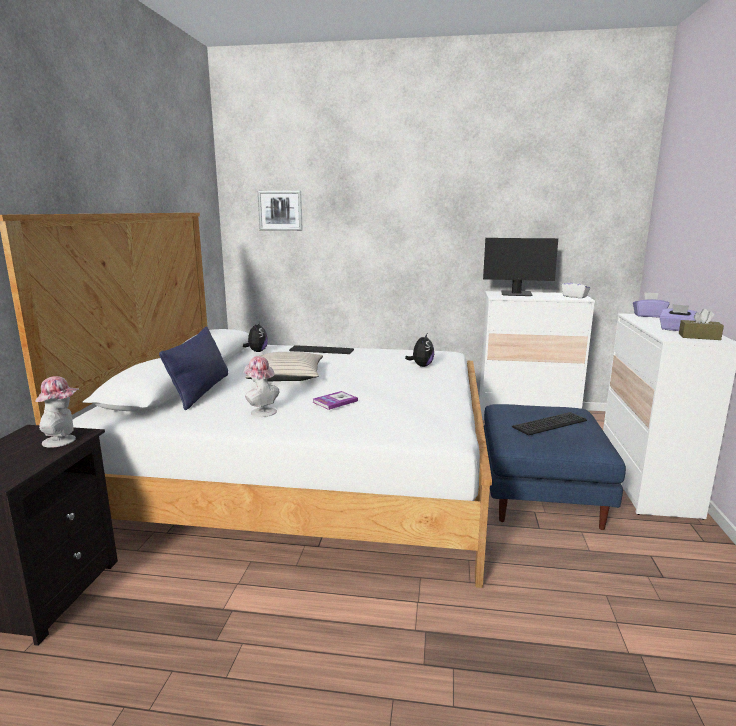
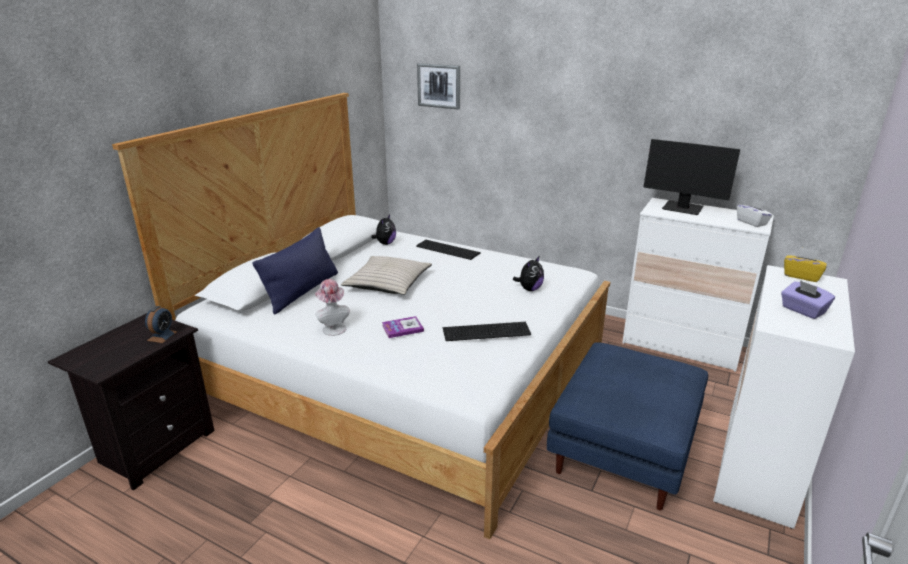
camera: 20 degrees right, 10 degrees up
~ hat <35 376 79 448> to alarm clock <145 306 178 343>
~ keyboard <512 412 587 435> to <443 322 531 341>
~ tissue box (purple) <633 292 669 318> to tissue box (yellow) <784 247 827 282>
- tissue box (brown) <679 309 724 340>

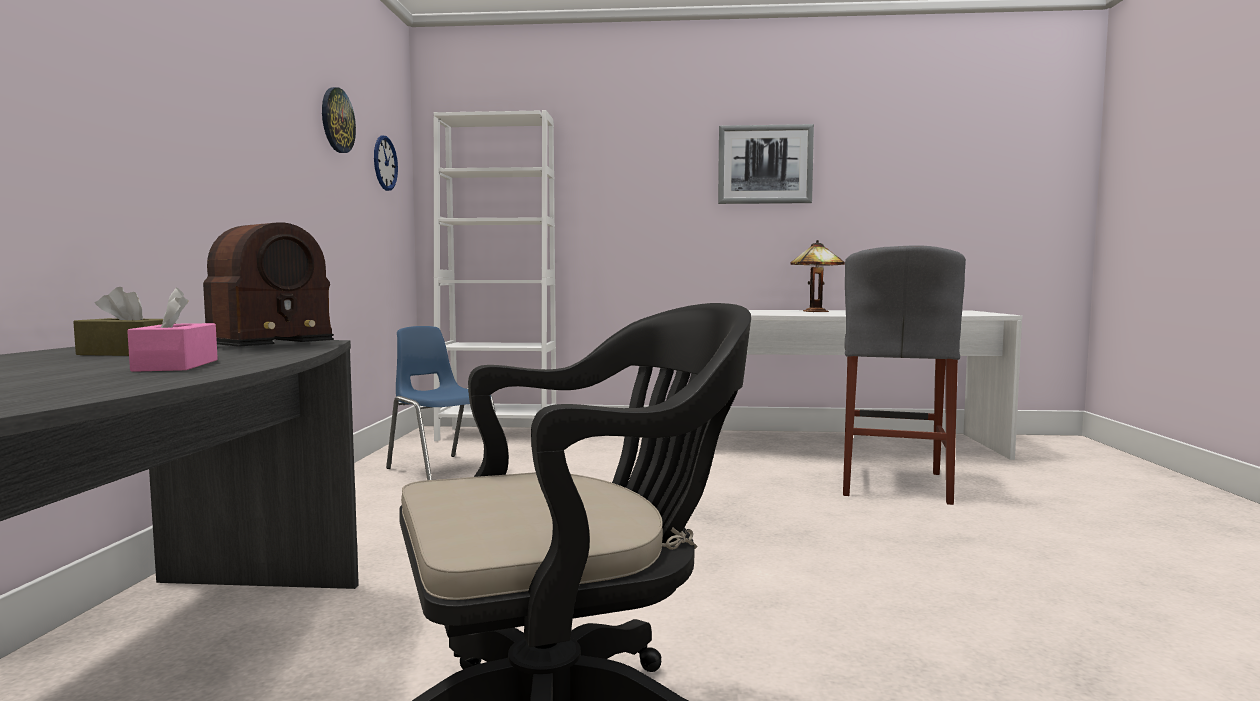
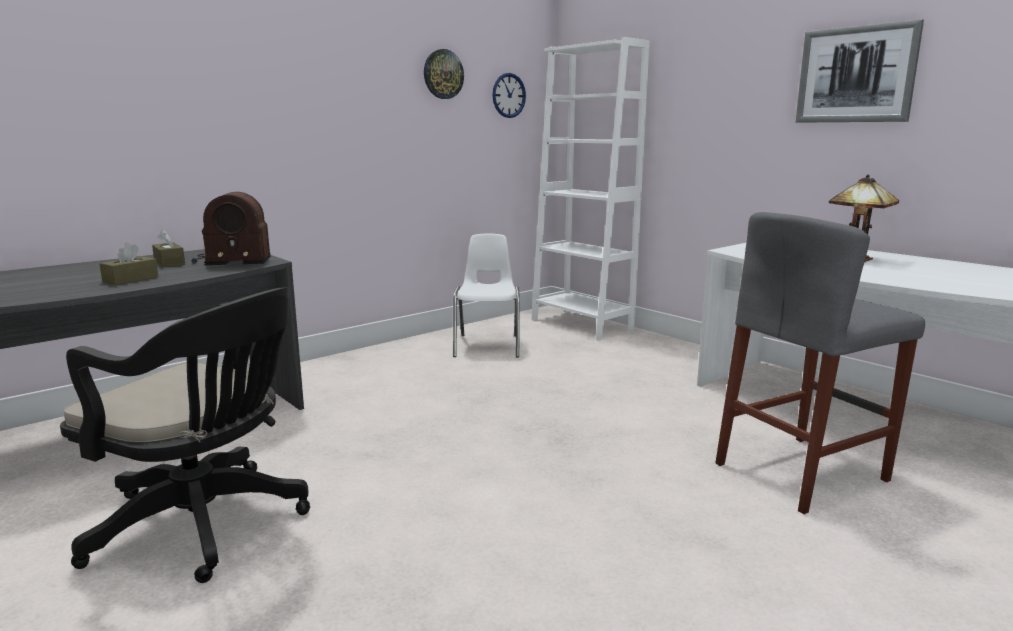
camera: 45 degrees right, 10 degrees up
~ tissue box (pink) <127 288 218 372> to tissue box (brown) <100 242 158 285>
~ chair (blue) <386 326 496 480> to chair (white) <453 234 520 358>

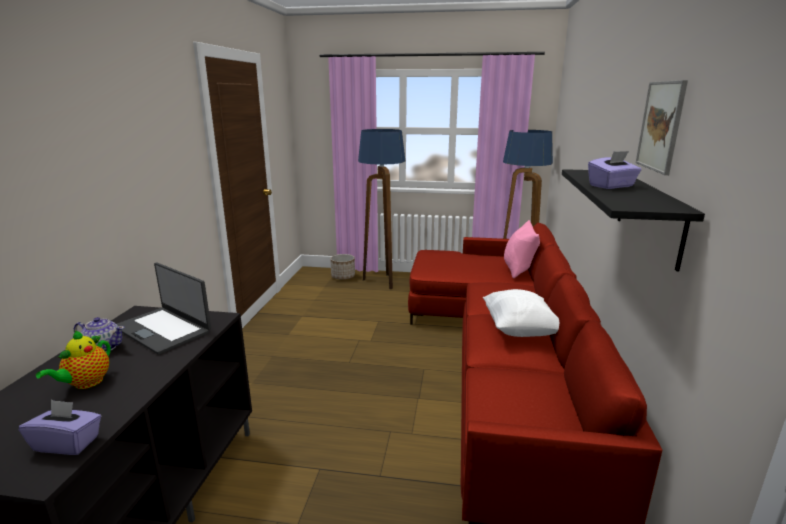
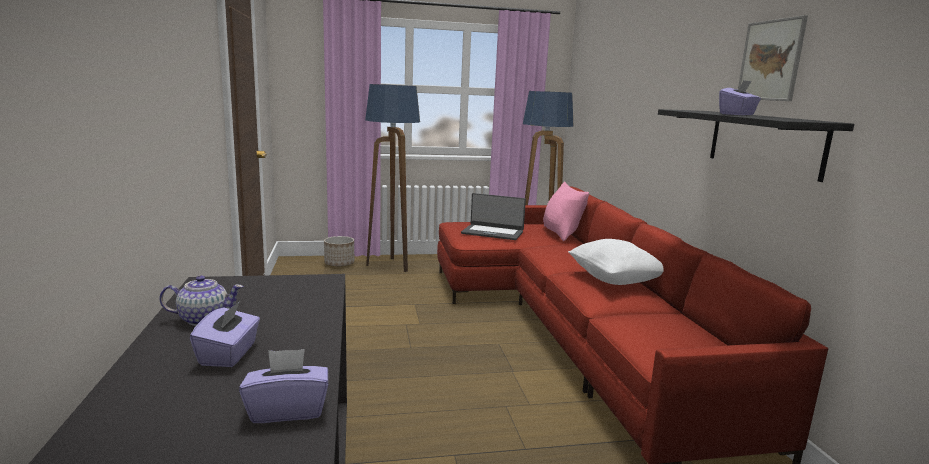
camera: 20 degrees left, 5 degrees down
~ teapot <36 331 111 389> to tissue box (purple) <190 301 260 367>
~ laptop <117 263 211 355> to <461 193 526 240>

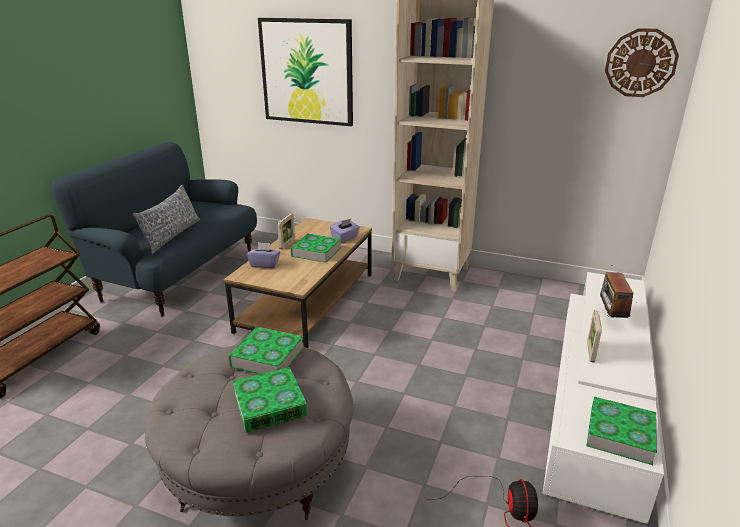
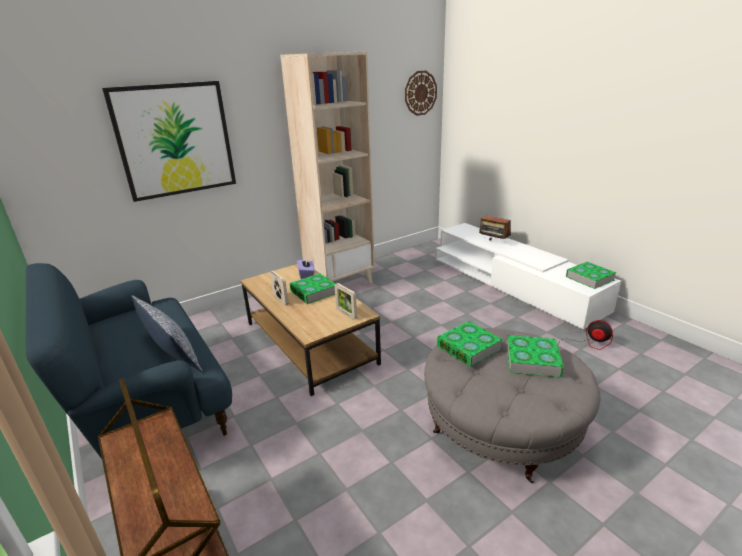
camera: 55 degrees left, 0 degrees up
- tissue box (purple) <247 242 280 268>
~ picture frame <587 311 602 363> to <335 283 357 320>

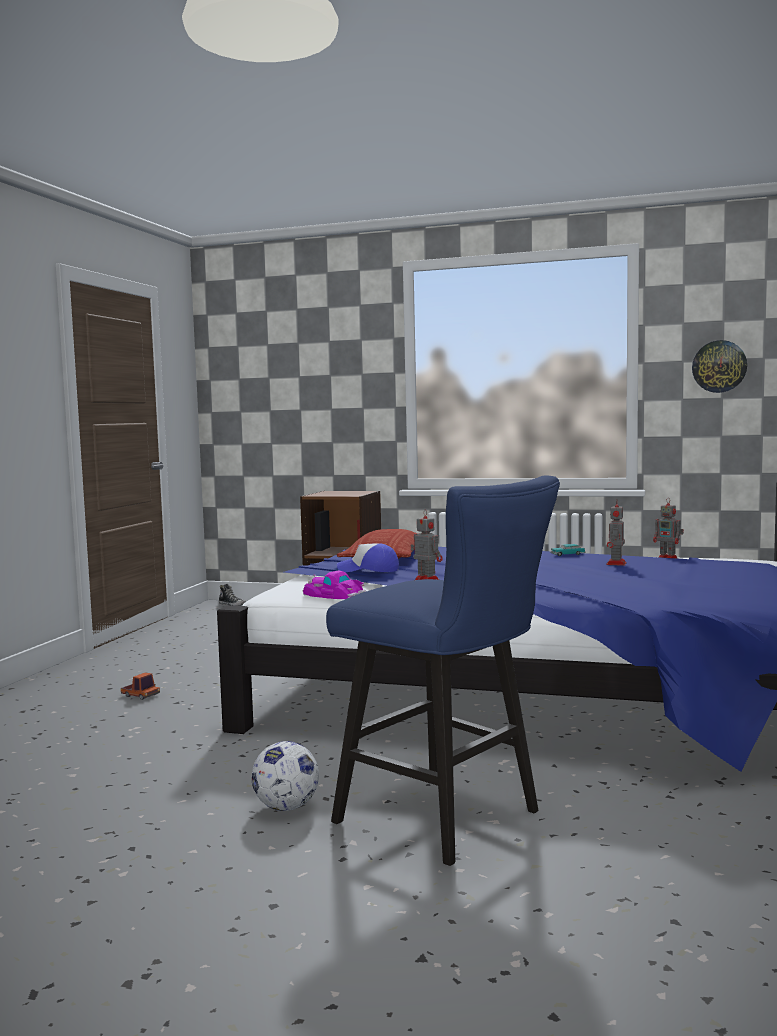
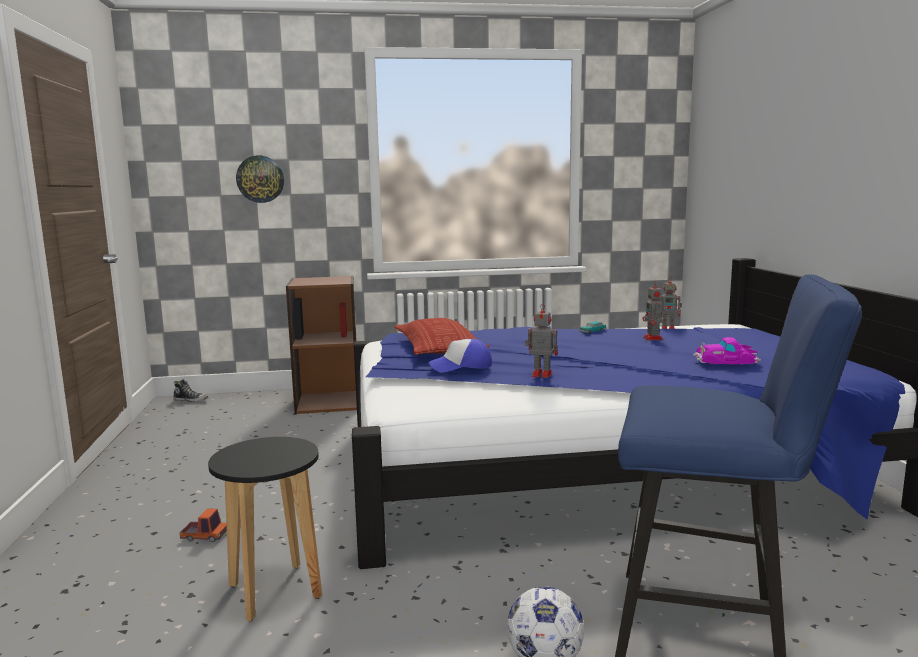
camera: 25 degrees left, 5 degrees up
~ toy car <302 570 366 599> to <693 337 761 364>
~ wall clock <692 340 747 393> to <236 155 284 203>
+ stool (black) <208 437 322 621>

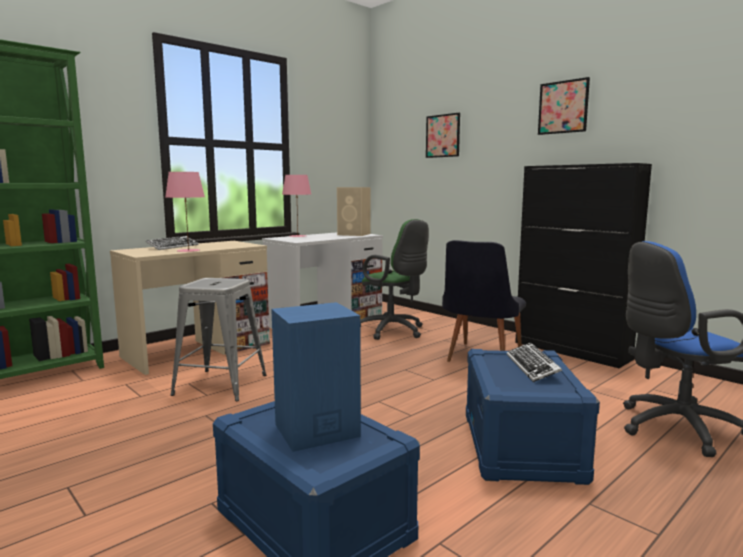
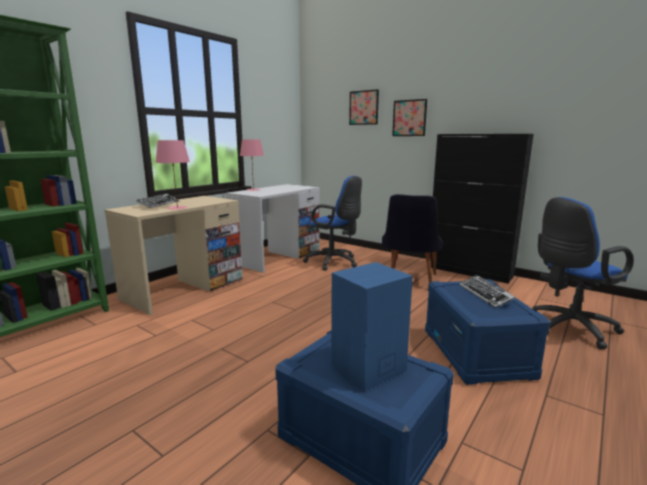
camera: 10 degrees left, 5 degrees up
- stool (grey) <171 278 266 401>
- speaker (beige) <337 187 371 236>
~ office chair (green) <360 219 429 340> to office chair (blue) <303 176 362 271>
~ picture <538 77 590 135> to <392 99 427 136>

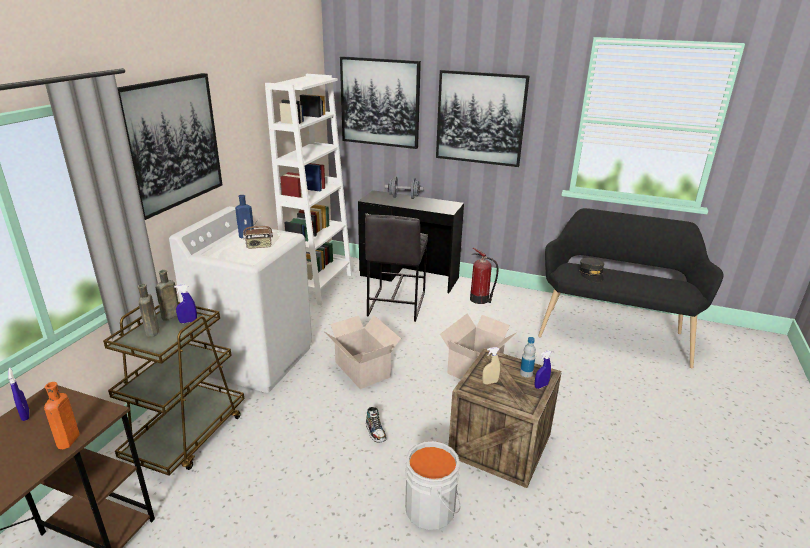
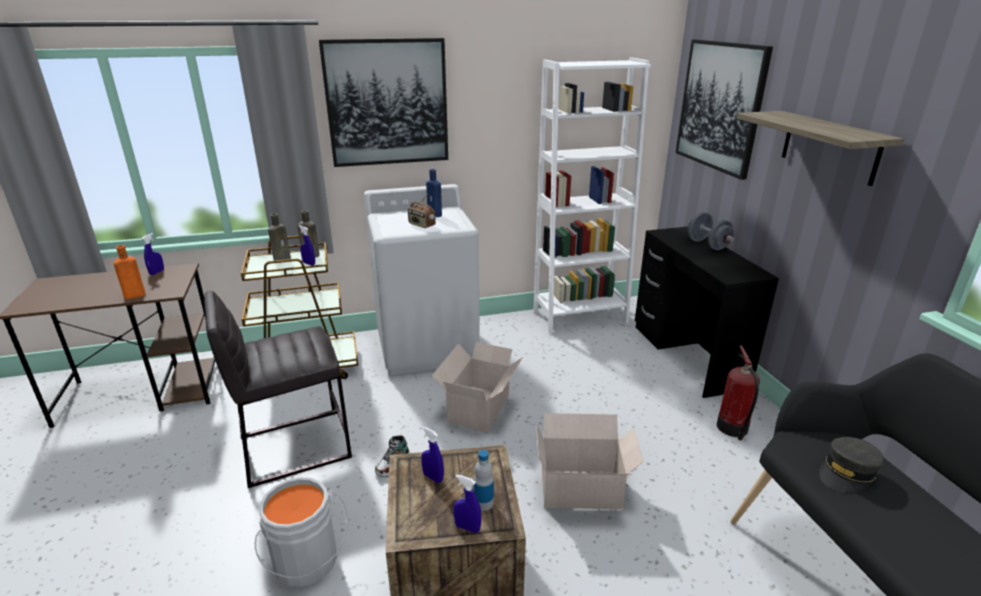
camera: 55 degrees right, 0 degrees up
~ stool (grey) <365 215 428 322> to <204 291 352 488>
~ picture <436 70 530 167> to shelf <737 111 904 186>
~ spray bottle (beige) <482 347 500 384> to spray bottle (blue) <421 426 444 483>

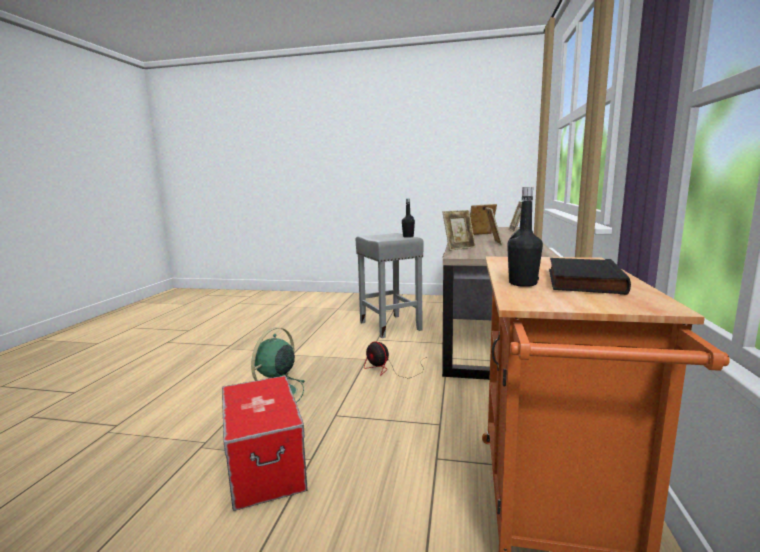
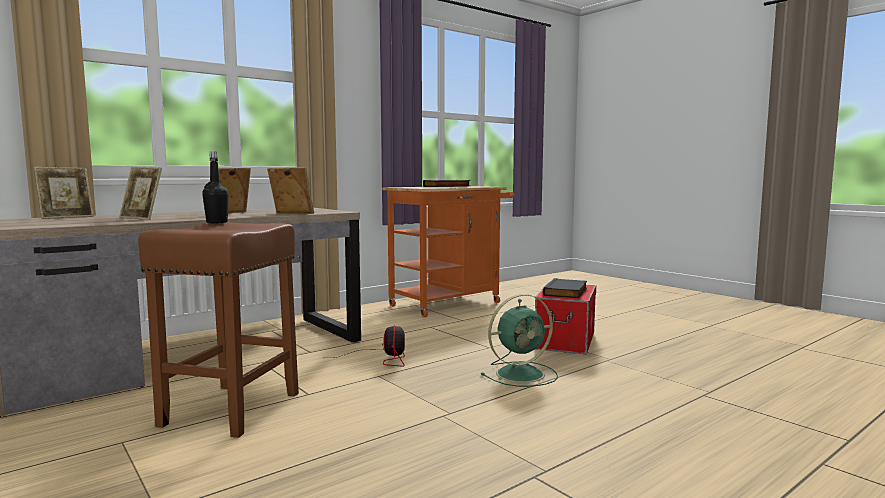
camera: 140 degrees left, 5 degrees down
~ stool (grey) <356 233 424 338> to stool (brown) <138 222 299 438>
- bottle (black) <507 187 543 287>
+ book (black) <543 278 587 298>

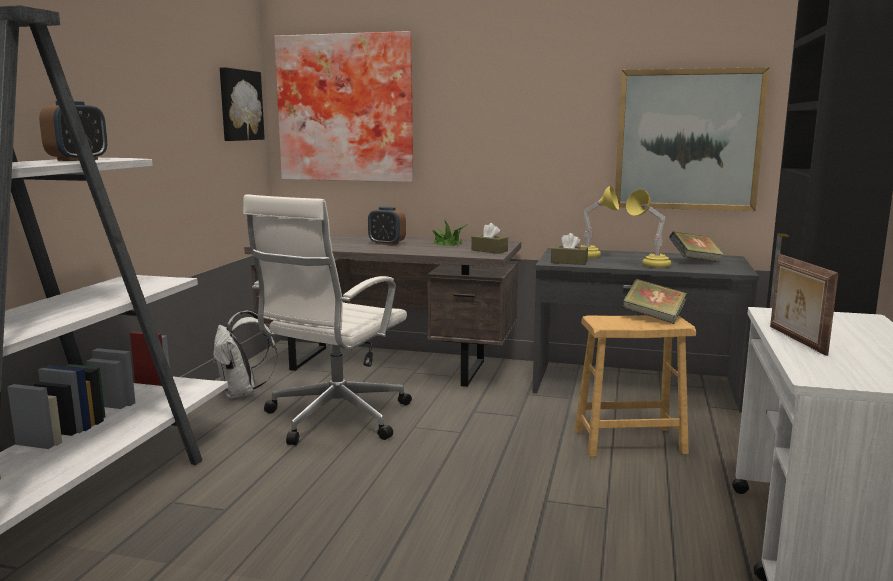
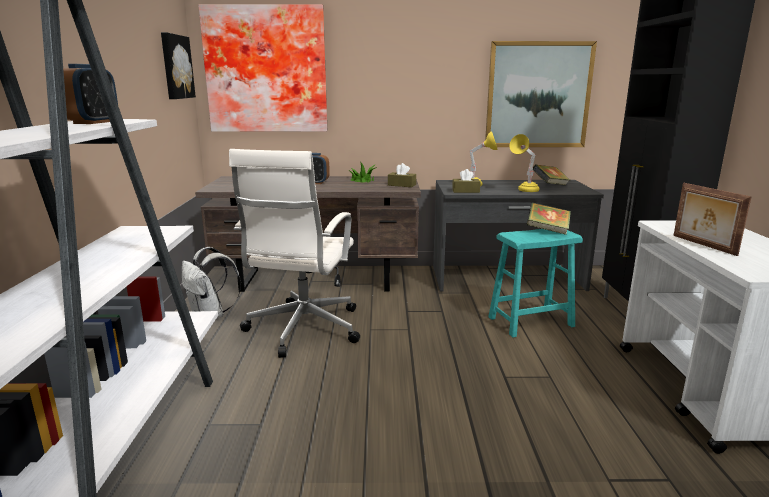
camera: 15 degrees left, 5 degrees up
~ stool (brown) <575 315 696 457> to stool (turquoise) <488 229 583 337>

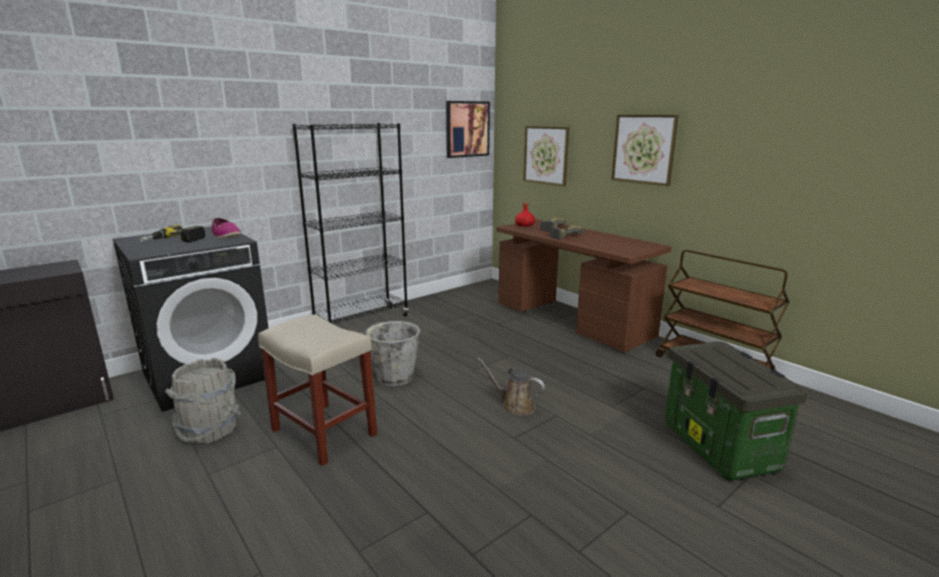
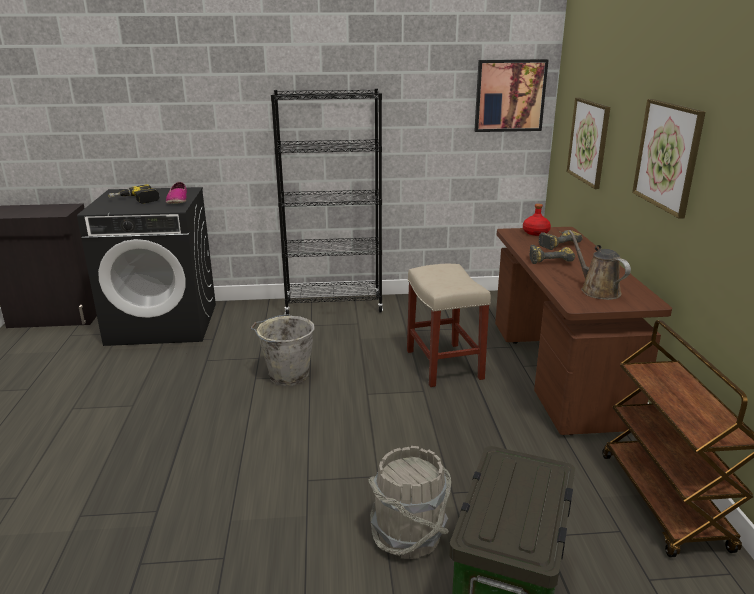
camera: 35 degrees right, 5 degrees up
~ bucket (grey) <164 358 242 444> to <368 446 451 559>
~ stool (beige) <258 314 377 466> to <407 264 491 387>
~ watering can (brown) <477 358 545 416> to <569 230 631 300>

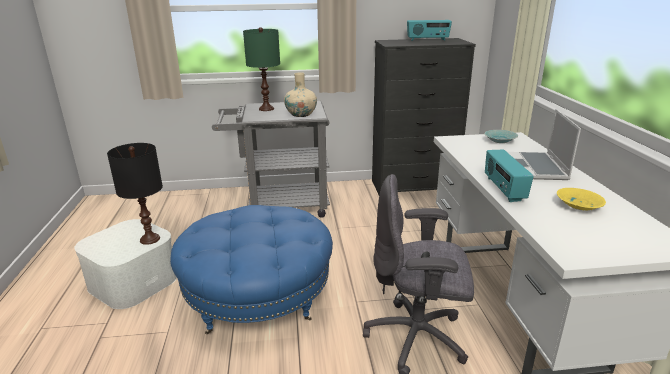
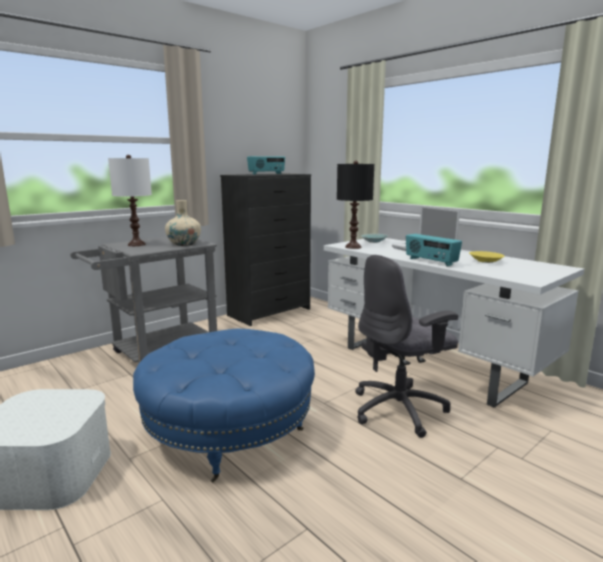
camera: 35 degrees left, 10 degrees down
~ table lamp (black) <107 143 163 245> to <337 161 374 249>
~ table lamp (green) <243 27 280 111> to table lamp (white) <108 155 152 246>

